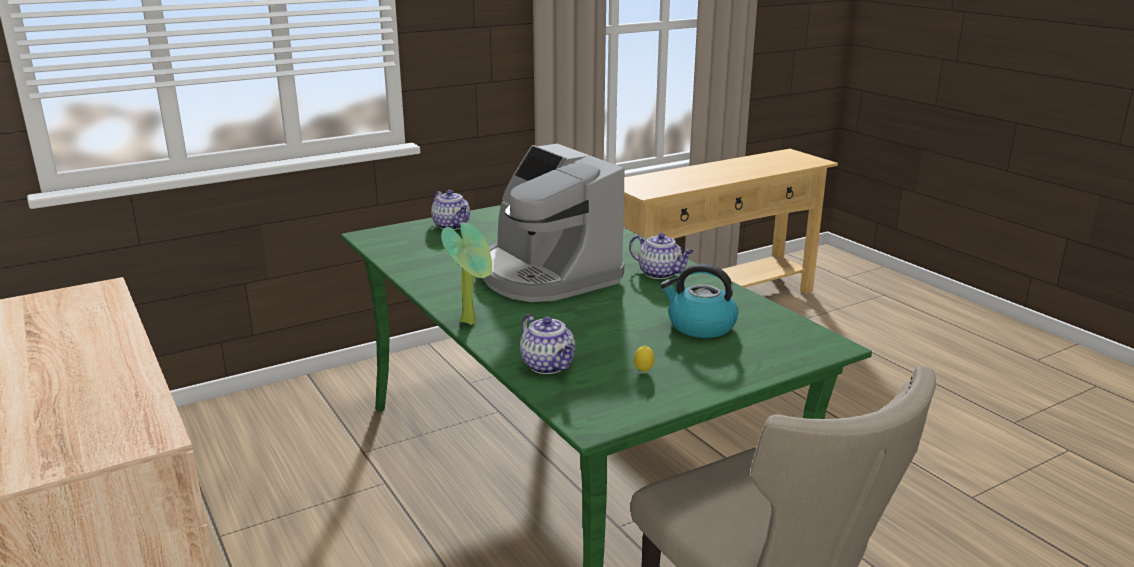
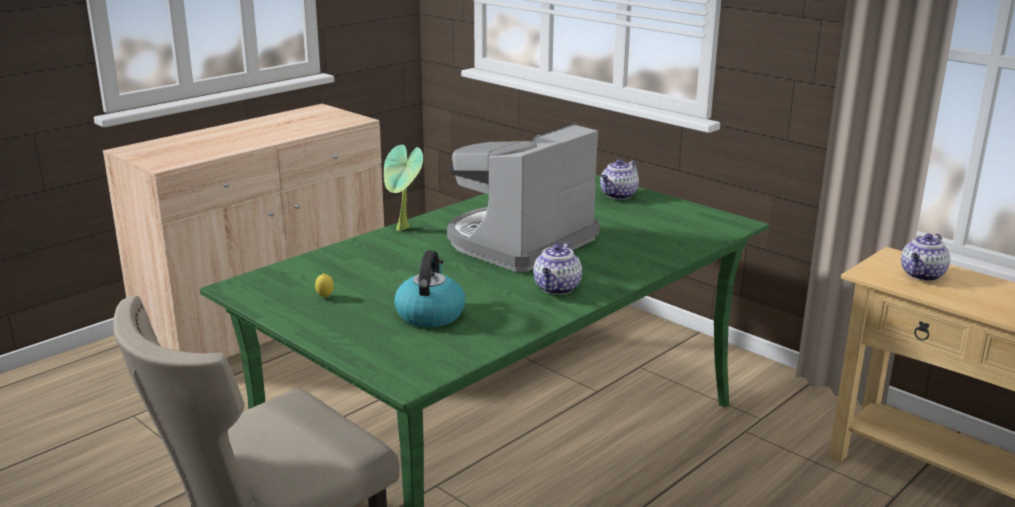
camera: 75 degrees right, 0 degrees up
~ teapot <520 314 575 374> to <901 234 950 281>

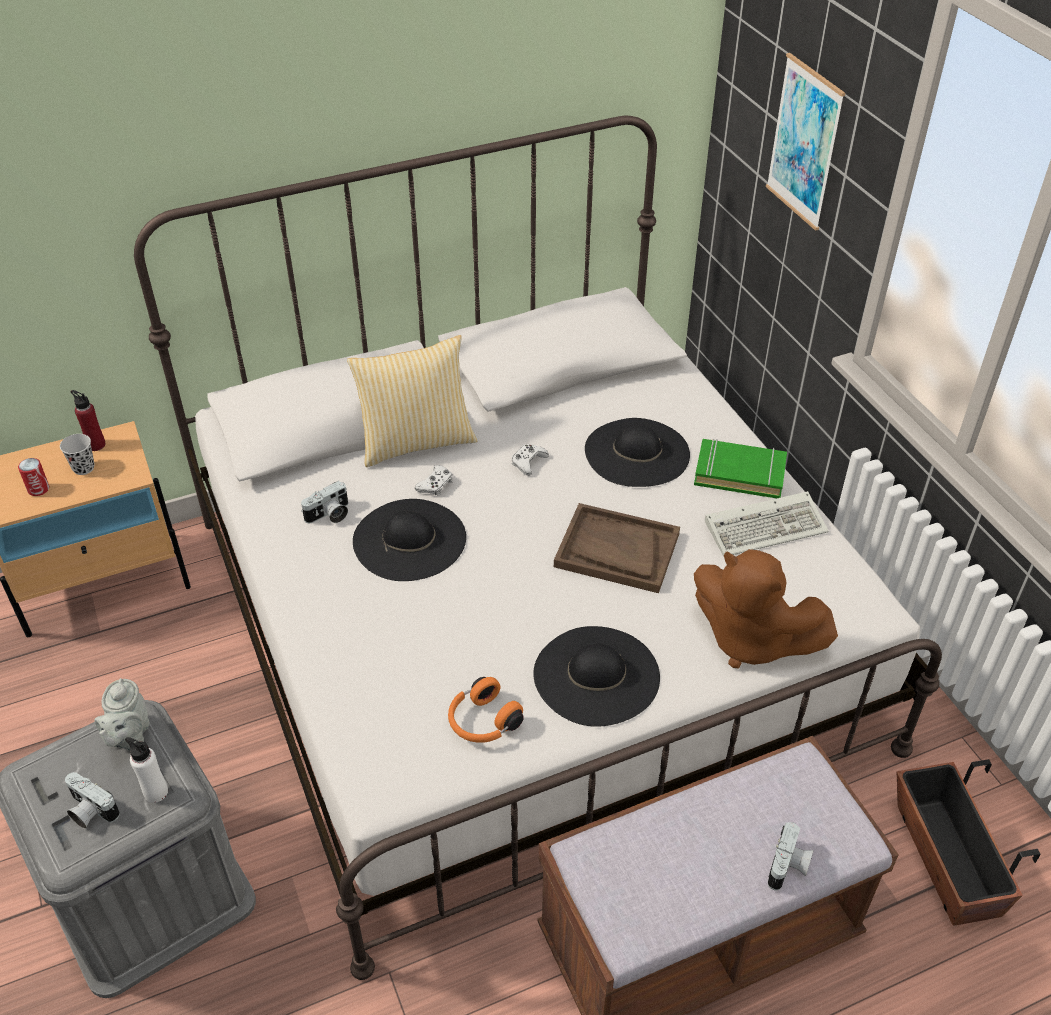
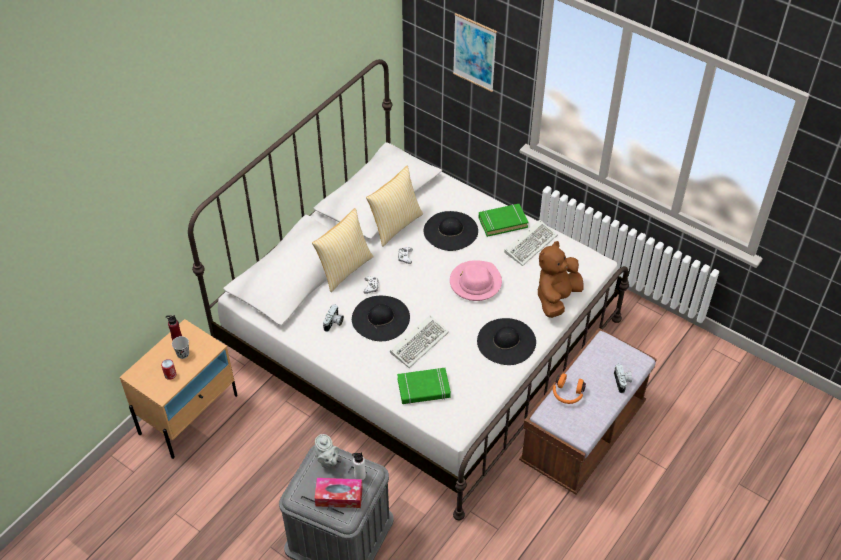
camera: 30 degrees left, 5 degrees up
~ photo camera <65 772 120 829> to tissue box <314 478 363 508>
~ headphones (orange) <448 677 524 743> to <553 373 586 404>
~ tray (brown) <554 503 680 593> to hat (pink) <450 260 502 301>
~ plush toy (brown) <694 549 838 669> = <538 241 584 318> 120 degrees clockwise
- planter <897 759 1041 926>
+ pillow <366 166 423 247>
+ keyboard <390 315 449 368>
+ book (green) <397 368 451 404>

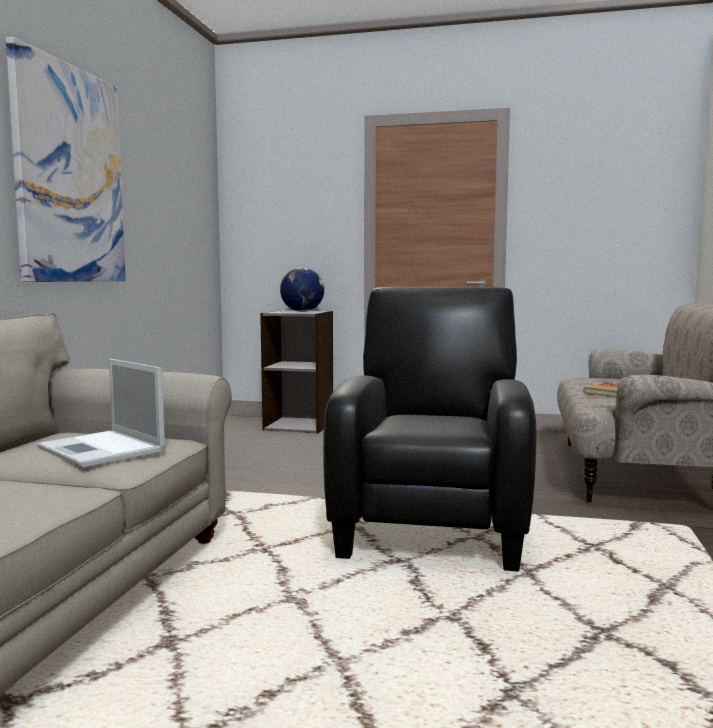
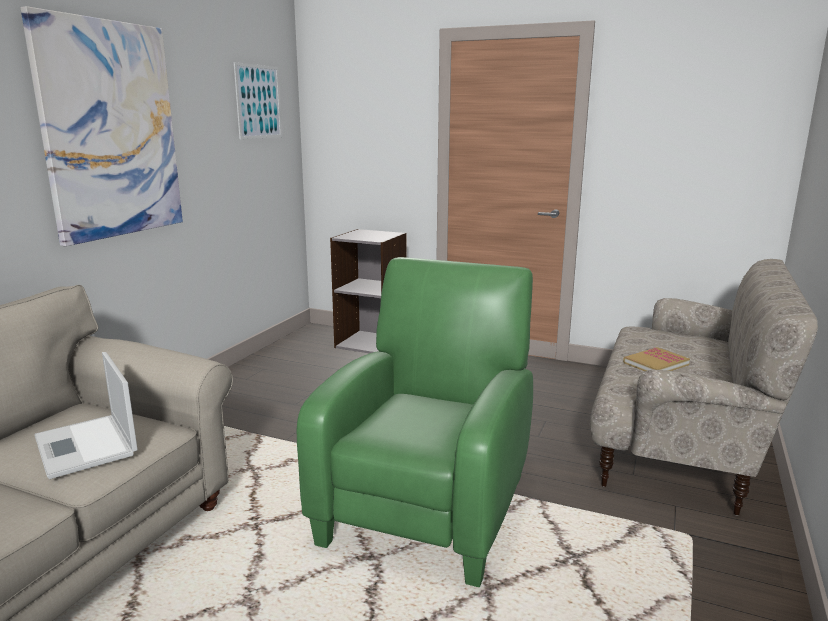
camera: 10 degrees right, 10 degrees up
- globe <280 268 324 312>
~ armchair (black) <323 287 537 571> to armchair (green) <297 257 533 587>
+ picture <234 62 282 139>

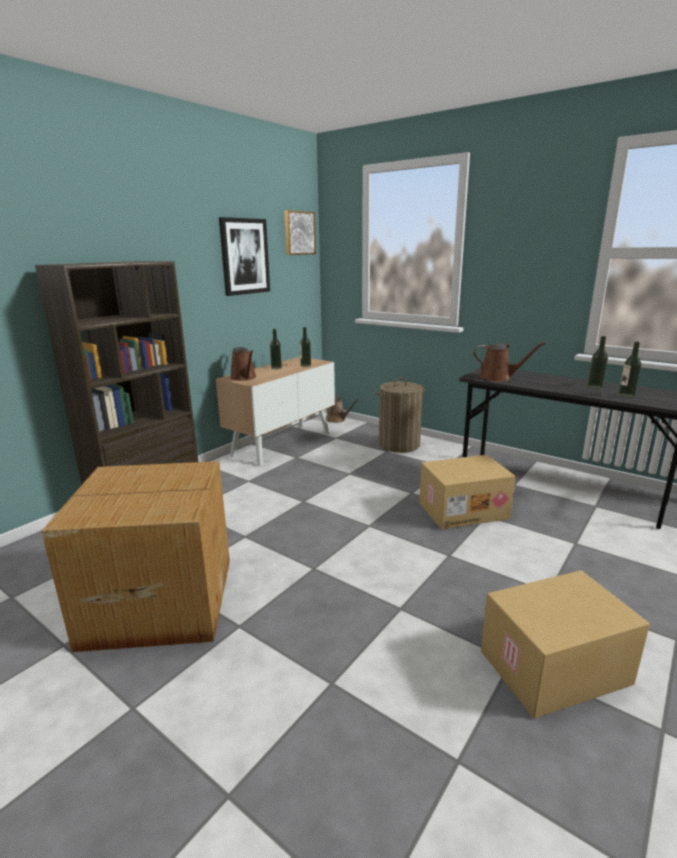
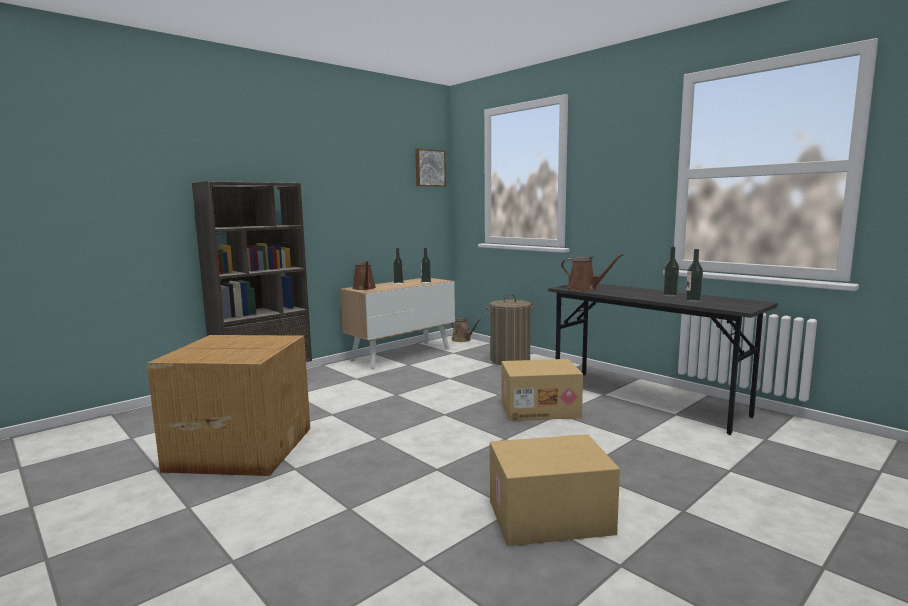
camera: 10 degrees right, 10 degrees down
- picture <219 217 270 296>

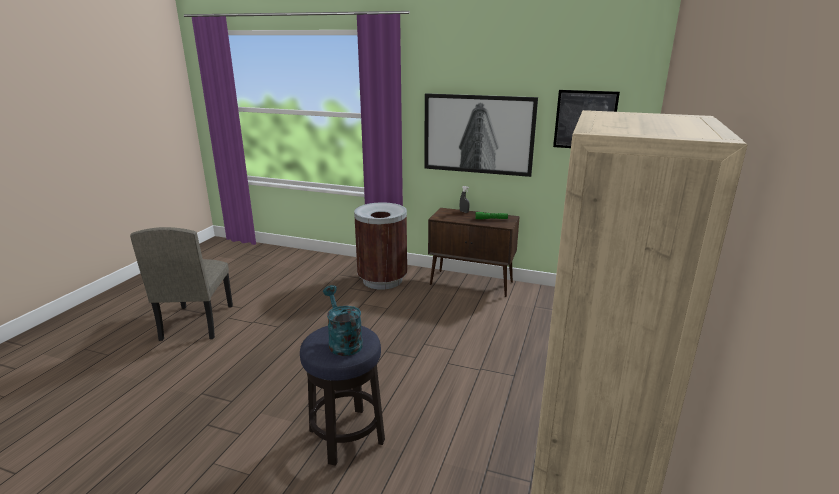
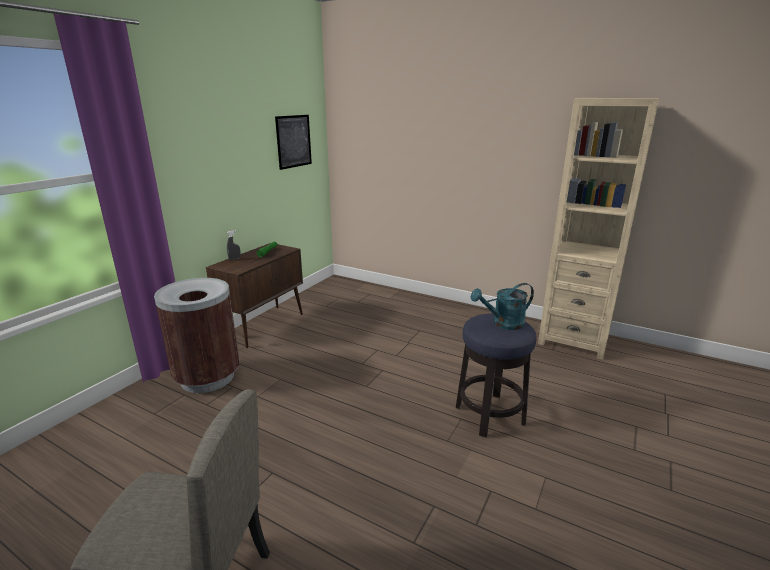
camera: 80 degrees left, 0 degrees up
- picture <424 93 538 177>

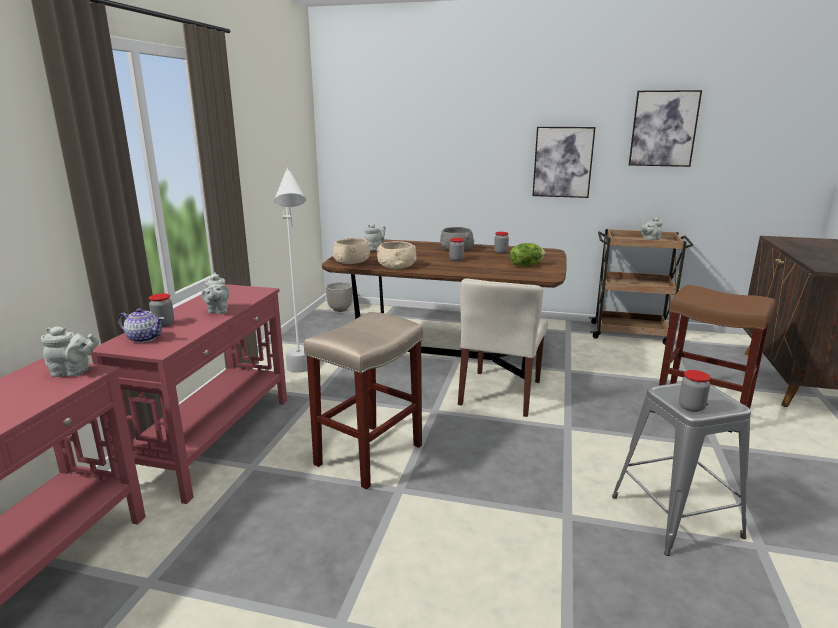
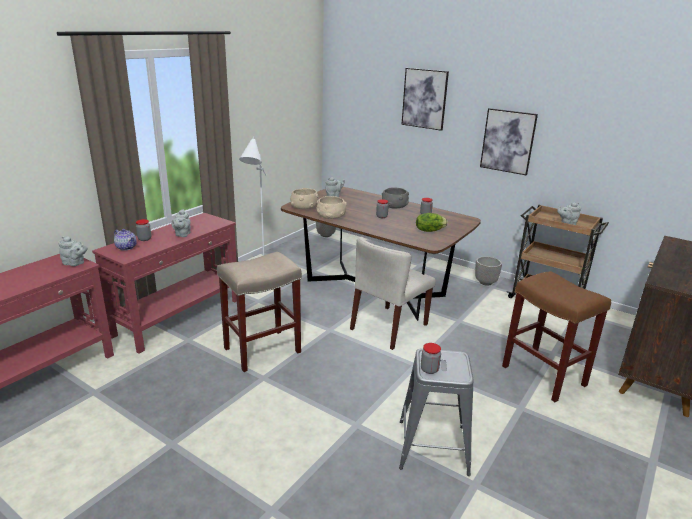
camera: 20 degrees right, 5 degrees up
~ picture <629 90 702 167> to <401 68 449 131>
+ planter <475 256 502 286>

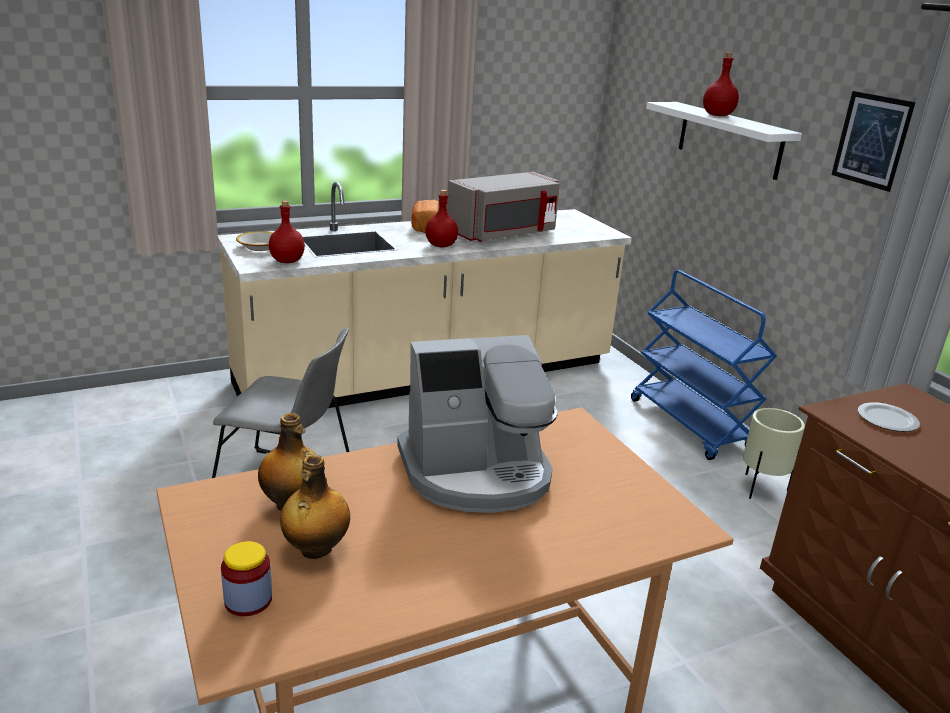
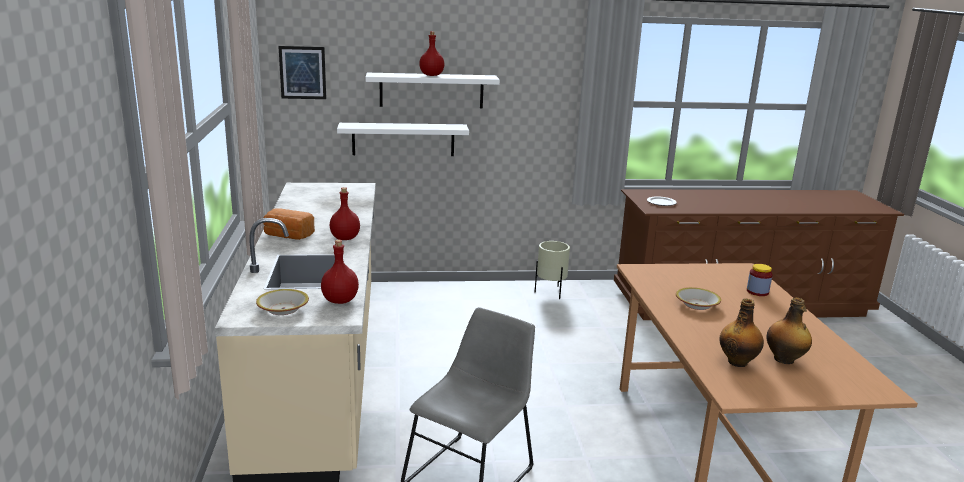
camera: 70 degrees left, 5 degrees down
~ jar <221 541 272 616> to <747 264 773 296>
~ coffee machine <397 335 558 513> to bowl <676 287 721 310>
- microwave (grey) <447 172 560 242>
- cart (blue) <631 270 777 460>
~ picture <831 91 916 192> to <278 46 326 99>
+ shelf (white) <337 123 469 156>

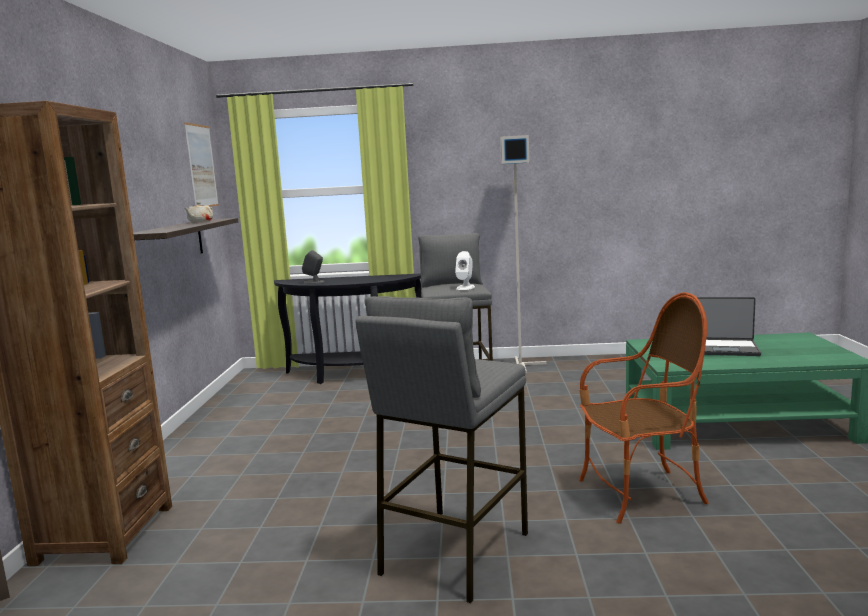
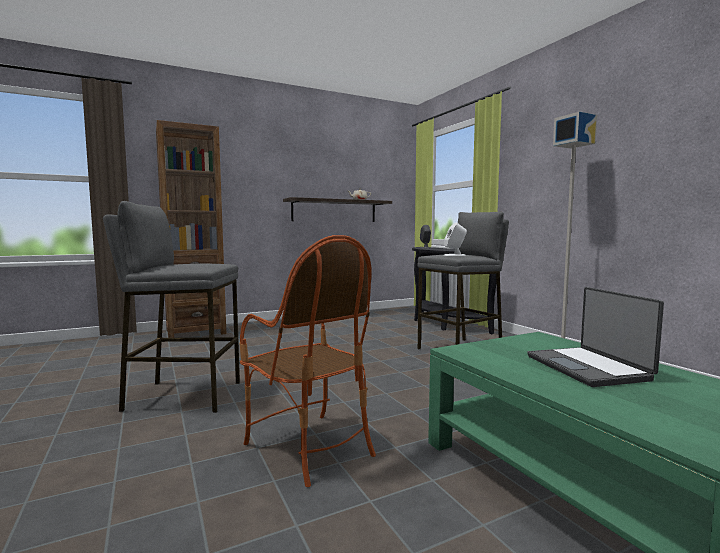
camera: 60 degrees right, 5 degrees down
- picture <184 122 219 207>

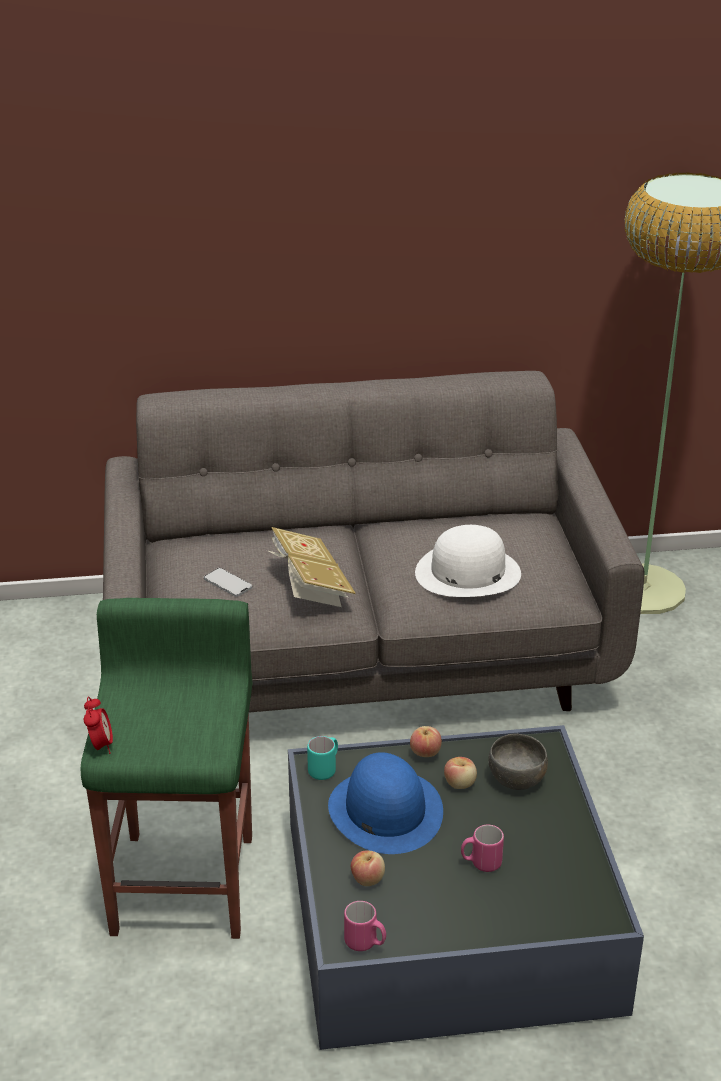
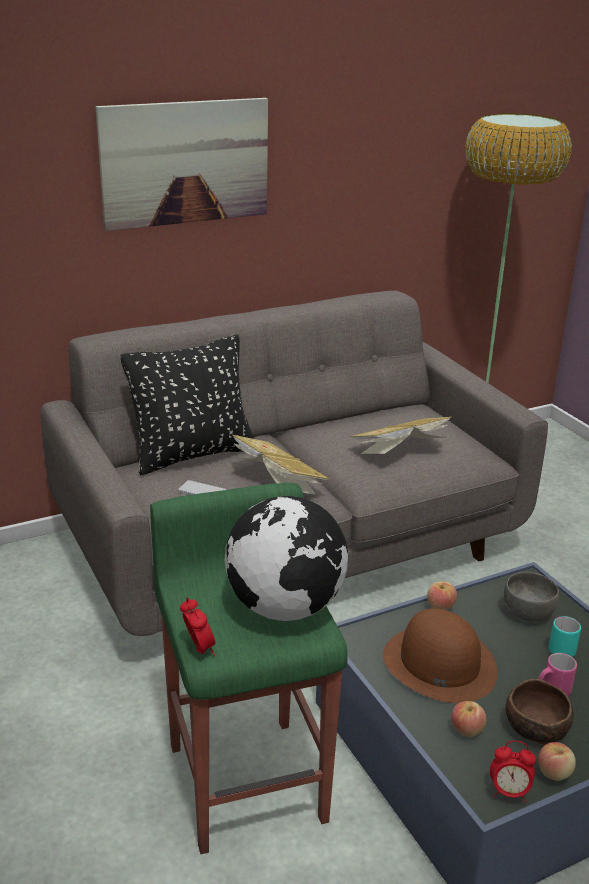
camera: 20 degrees left, 5 degrees down
~ mug (turquoise) <307 736 338 780> to <549 616 581 657>
~ hat (blue) <328 752 443 854> to hat (brown) <383 609 498 703>
~ mug (pink) <344 901 386 951> to alarm clock <490 741 536 802>
~ hat (white) <415 525 521 597> to book <350 417 452 454>
~ apple <444 757 477 789> to <538 742 576 781>
+ picture <96 98 268 231>
+ pillow (black) <121 334 254 475>
+ globe <224 496 348 621>
+ bowl (brown) <505 679 574 745>

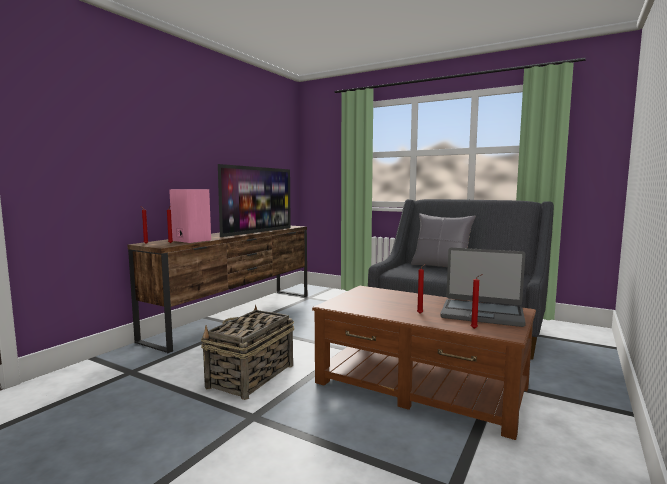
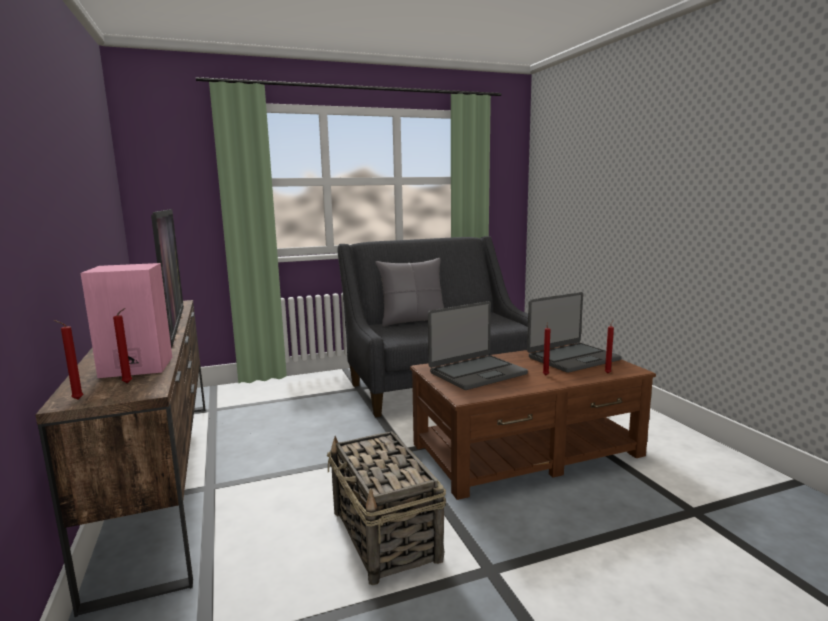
camera: 50 degrees left, 5 degrees up
+ laptop <428 301 528 390>

